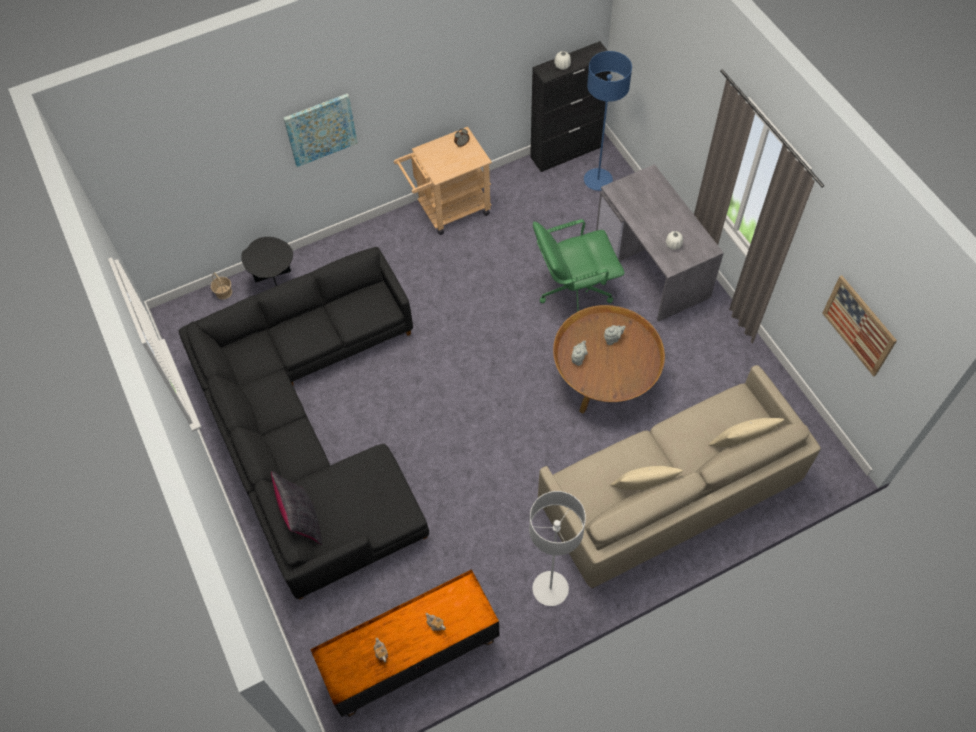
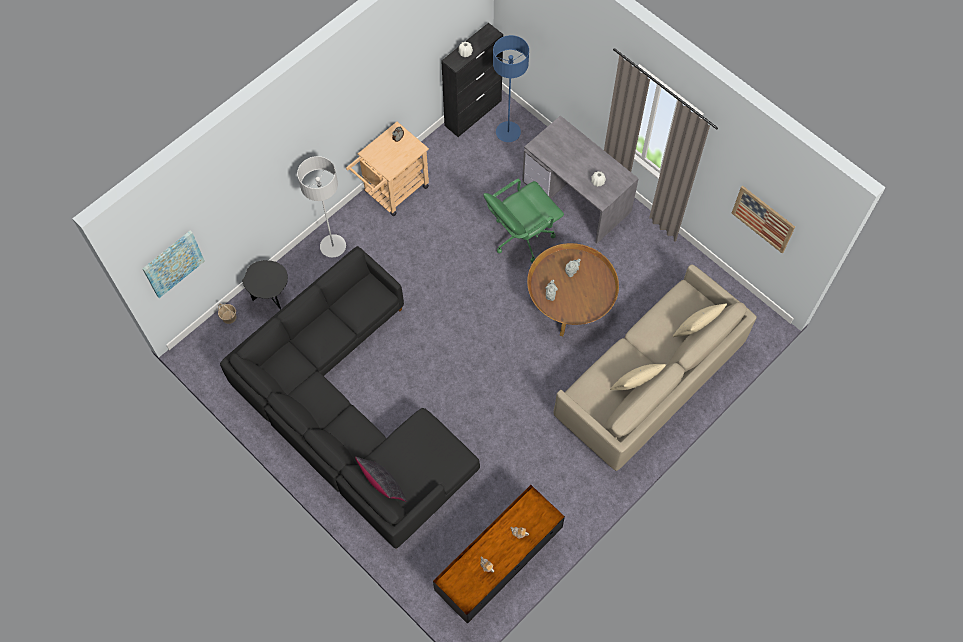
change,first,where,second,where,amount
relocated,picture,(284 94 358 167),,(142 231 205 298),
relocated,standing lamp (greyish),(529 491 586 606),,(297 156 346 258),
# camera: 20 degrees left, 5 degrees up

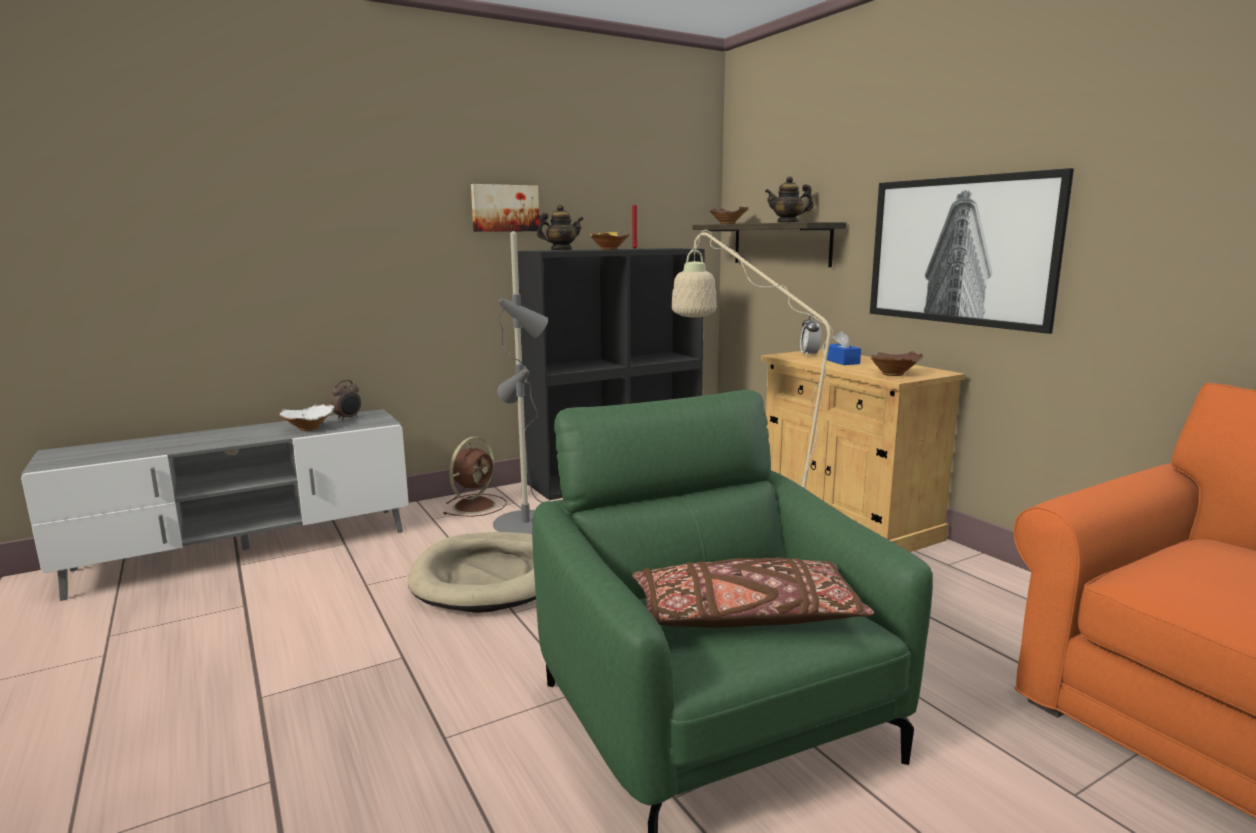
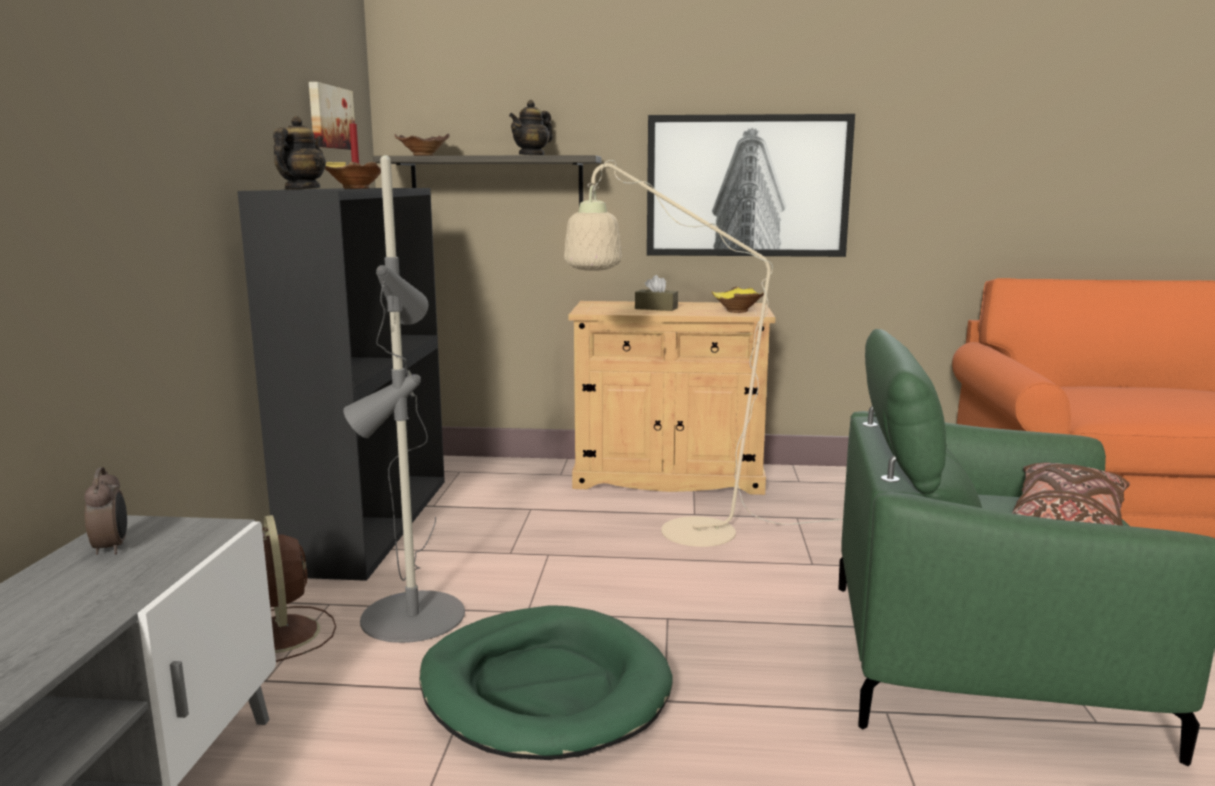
change,first,where,second,where,amount
missing,bowl (whitish),(278 404 334 431),,,
colour,pet bed (beige-coloured),(408 532 536 613),pet bed (green-coloured),(419 606 672 760),
relocated,picture,(471 184 539 232),,(309 82 355 150),
missing,bedside clock,(800 314 821 357),,,
colour,box of tissues (blue),(825 331 861 365),box of tissues (brown),(635 275 678 311),
colour,bowl (brown),(871 351 923 376),bowl (yellowish),(711 287 764 313),
# camera: 55 degrees left, 0 degrees up

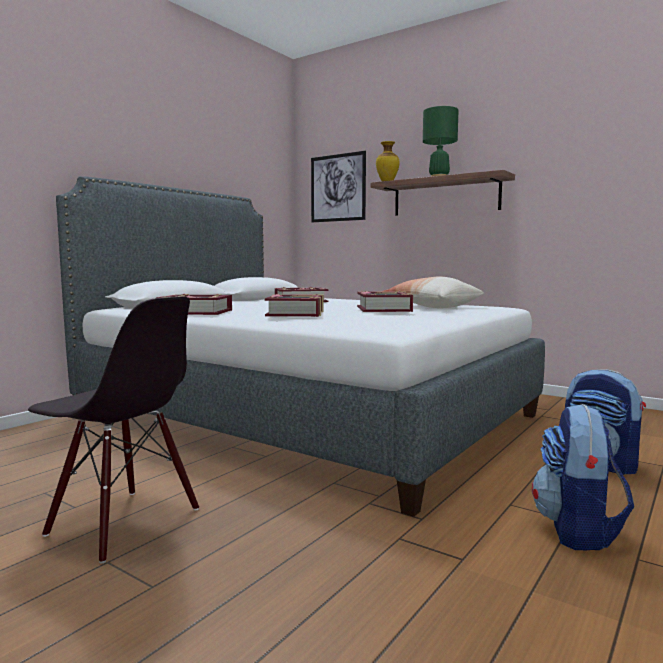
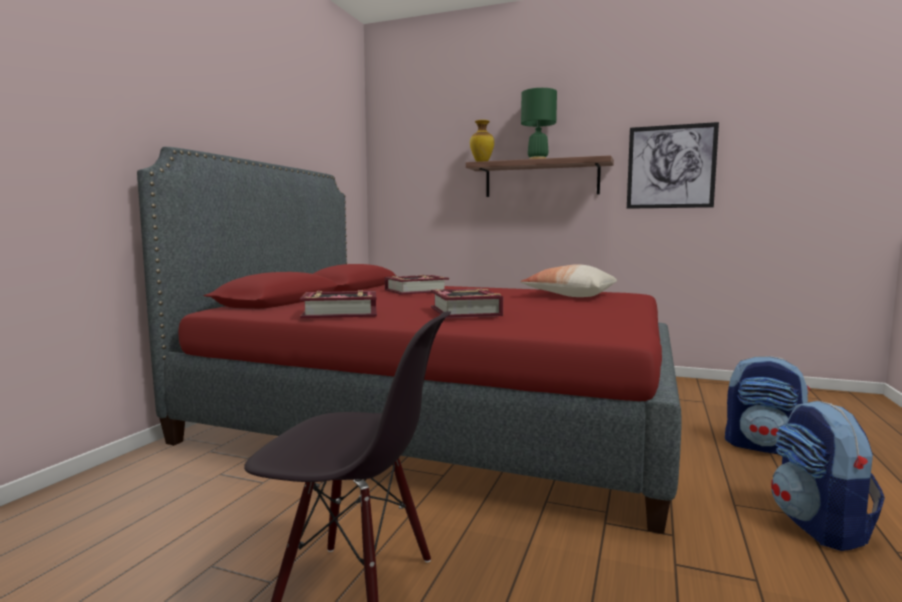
change,first,where,second,where,amount
colour,bed (whitish),(56 176 545 517),bed (reddish),(137 147 682 534),
relocated,picture,(311 151 366 222),,(627 122 719 209),
missing,volume,(357 291 413 312),,,
# camera: 15 degrees left, 0 degrees up

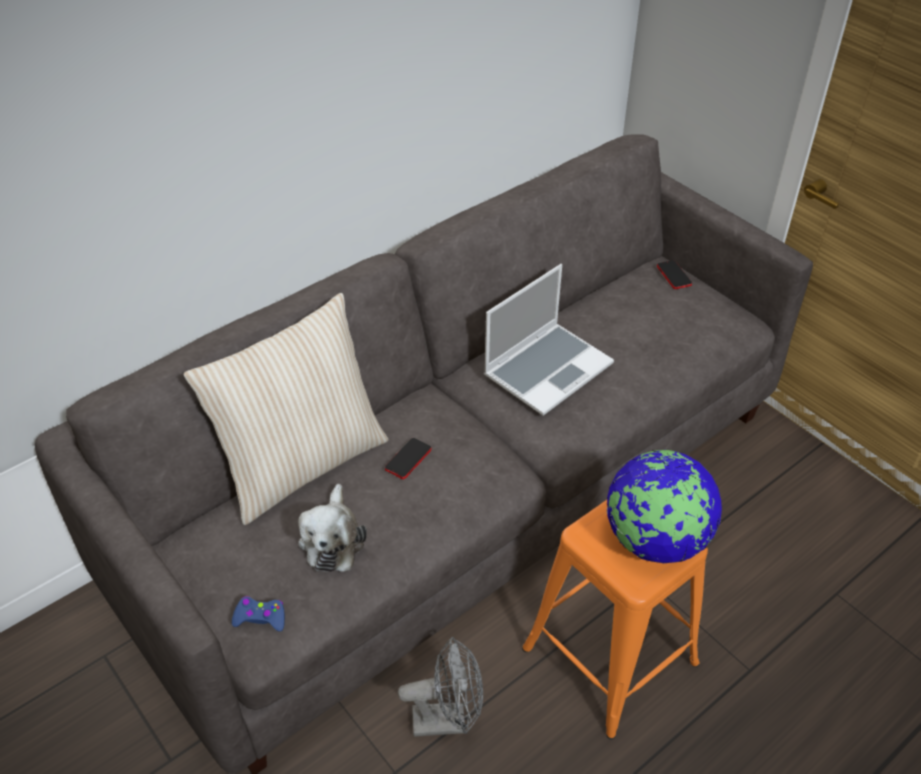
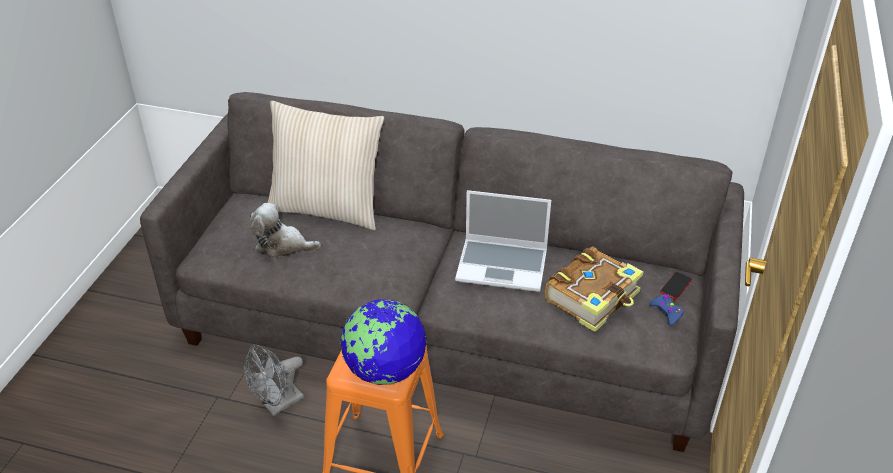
change,first,where,second,where,amount
relocated,joypad (blue),(232 596 285 631),,(650 294 684 325),
spun,cuddly toy,(298 484 367 572),,(250 203 321 258),45 degrees clockwise
missing,phone,(385 438 431 479),,,
spun,fan (greyish),(398 637 483 737),,(244 345 304 416),90 degrees clockwise
appeared,,,volume,(545 247 643 332),
# camera: 55 degrees right, 5 degrees down

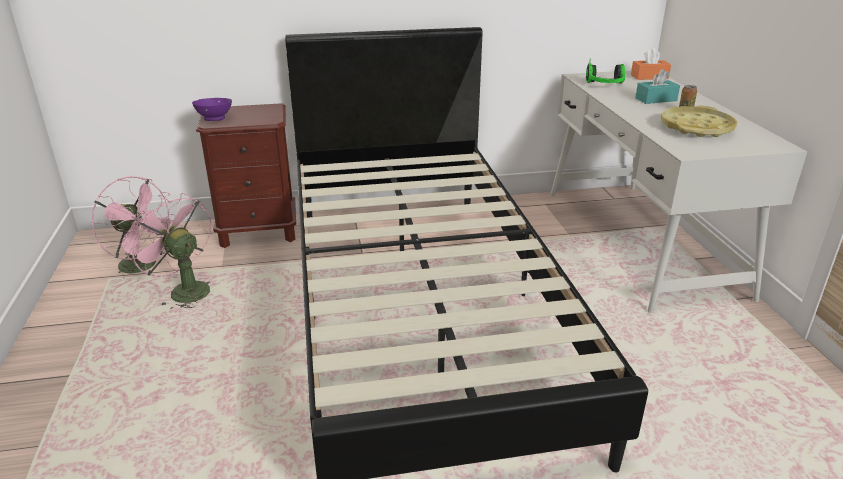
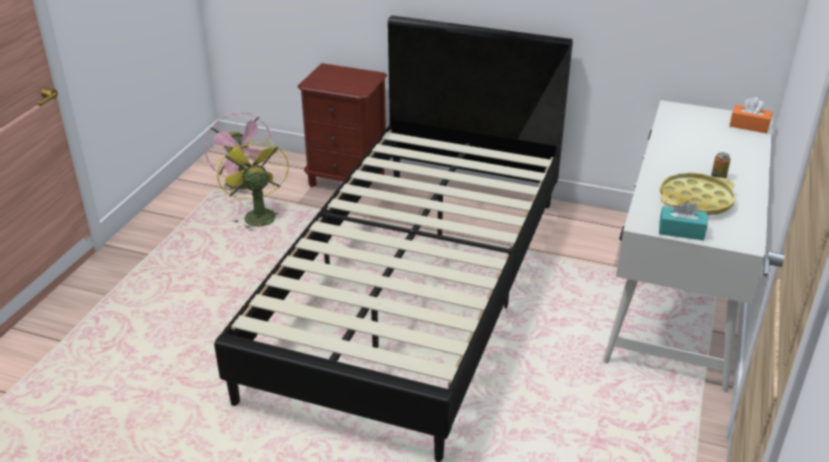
change,first,where,second,where,amount
colour,fan (pink-coloured),(124 193 211 309),fan (yellowish),(216 136 289 231),
missing,bowl (purple-coloured),(192 98 232 121),,,
missing,headset,(586 59 625 84),,,
relocated,box of tissues (turquoise-coloured),(635 69 680 104),,(659 200 707 240),
# camera: 30 degrees right, 5 degrees up

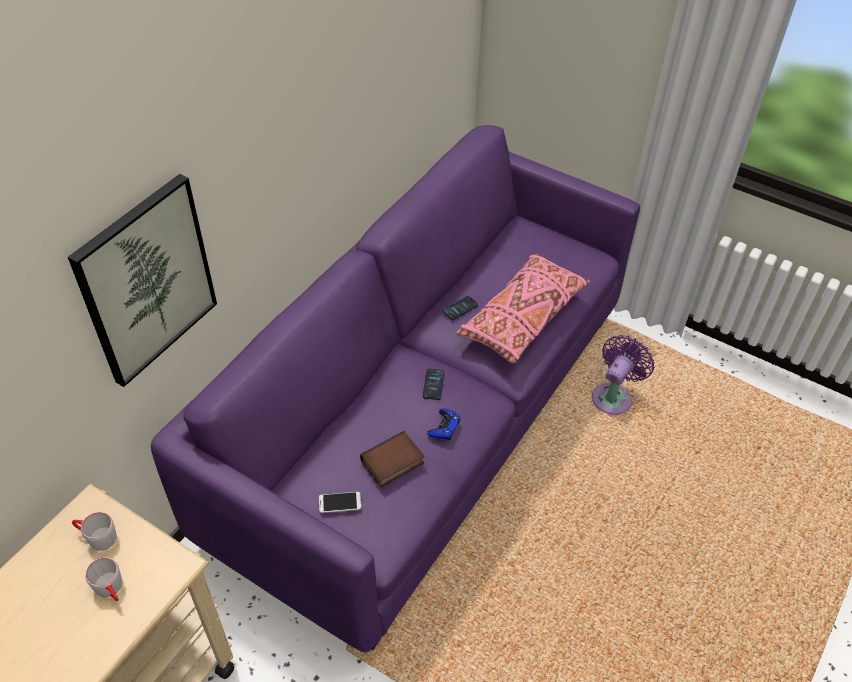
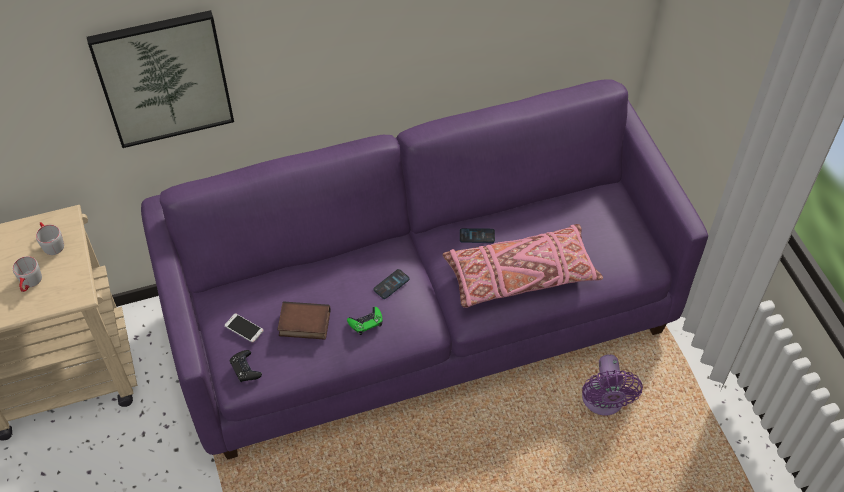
change,first,where,second,where,amount
colour,joypad (blue),(427 408 461 440),joypad (green-coloured),(347 307 382 335),
spun,fan (purple-coloured),(592 335 654 415),,(582 354 643 415),105 degrees clockwise
appeared,,,joypad (blackish),(230 350 262 382),
# camera: 40 degrees right, 5 degrees up

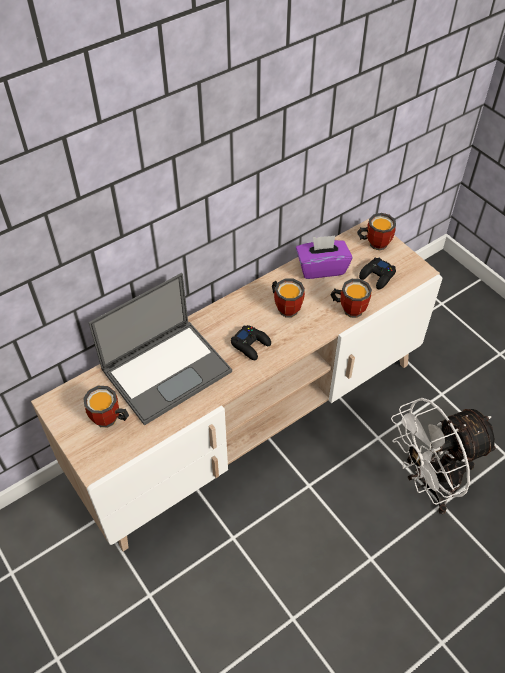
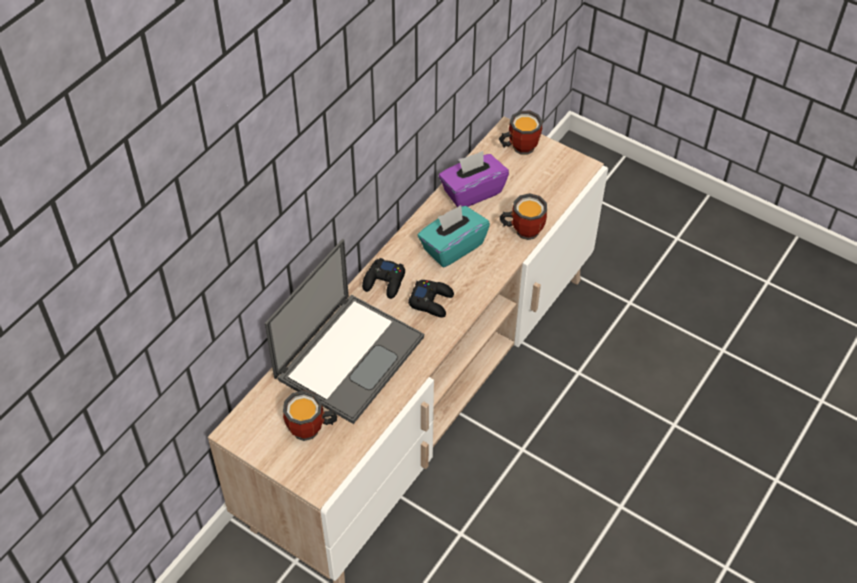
change,first,where,second,where,amount
exchanged,tea mug,(272 278 305 318),box of tissues (turquoise-coloured),(418 205 490 268),
relocated,joypad (blackish),(359 258 396 290),,(362 258 405 299),
missing,fan (whitish),(391 398 499 514),,,
# camera: 20 degrees left, 0 degrees up

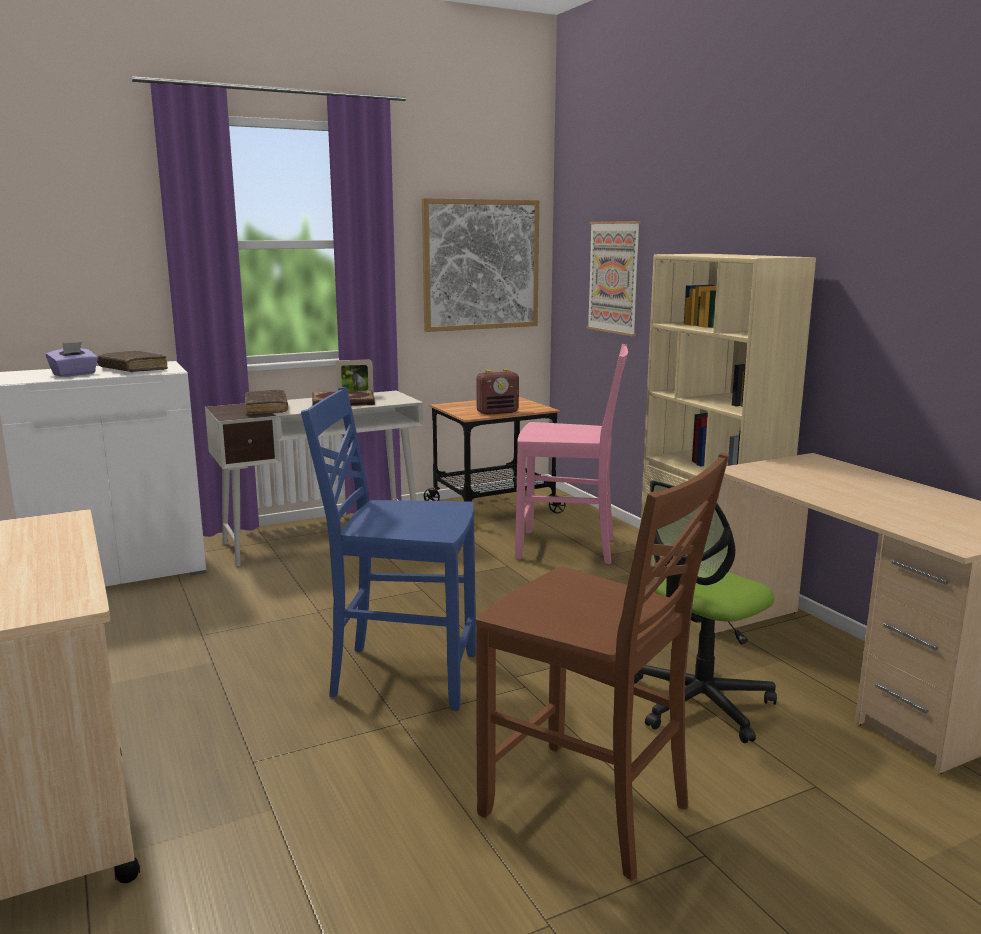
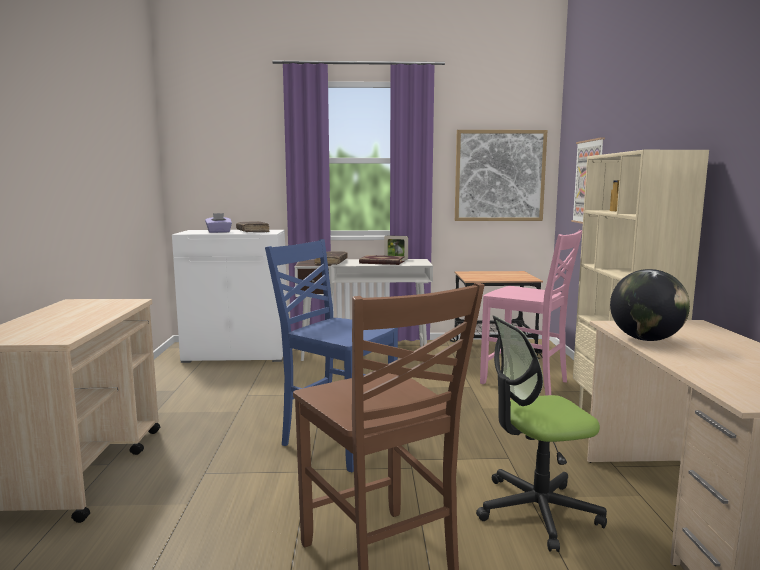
change,first,where,second,where,amount
missing,radio receiver,(476 369 519 415),,,
appeared,,,globe,(610 269 690 341),
# camera: 25 degrees right, 5 degrees down

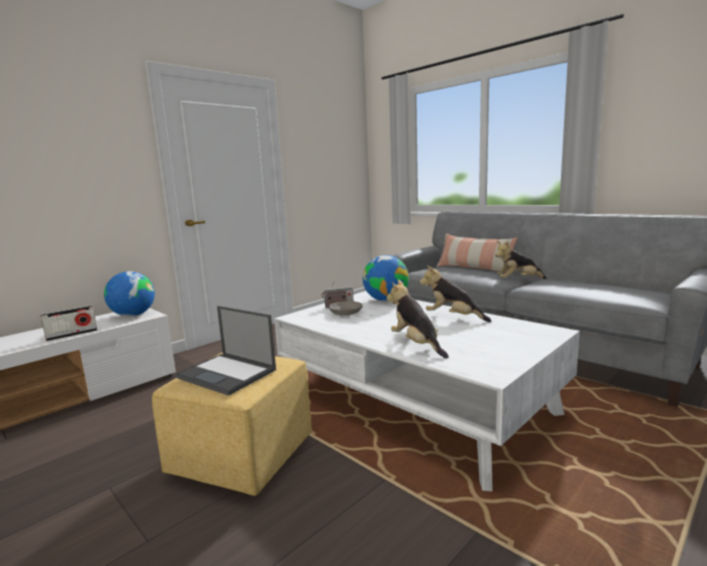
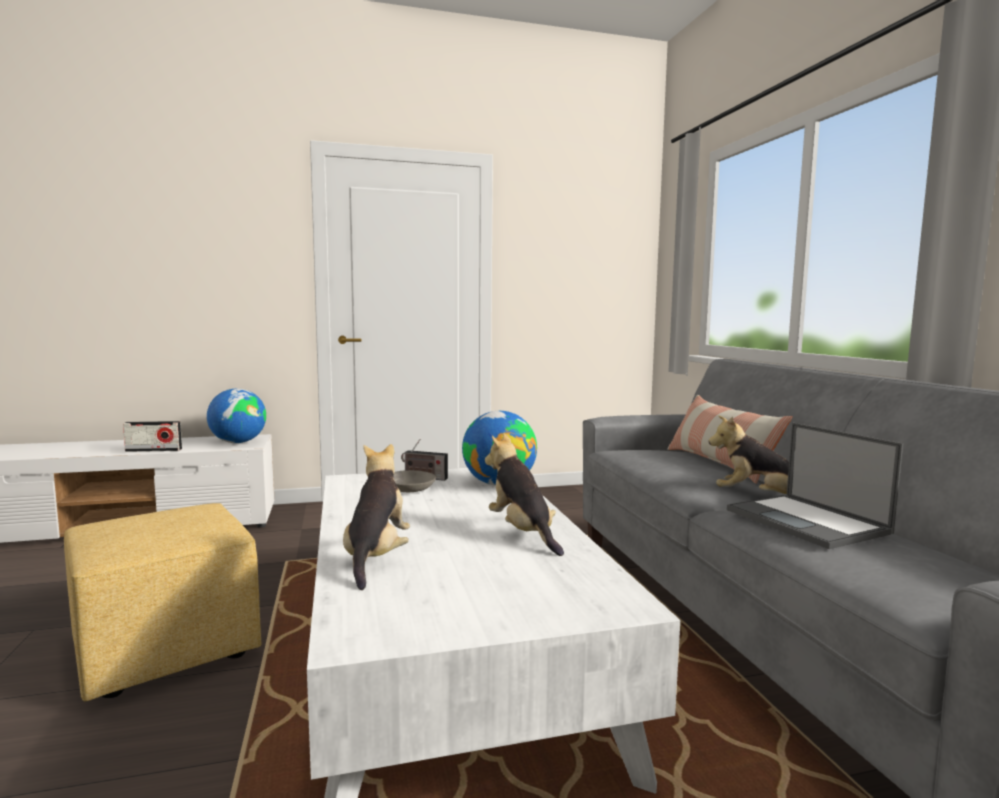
change,first,where,second,where,amount
relocated,portable computer,(175 306 276 396),,(727 423 903 549),
# camera: 30 degrees right, 5 degrees down

